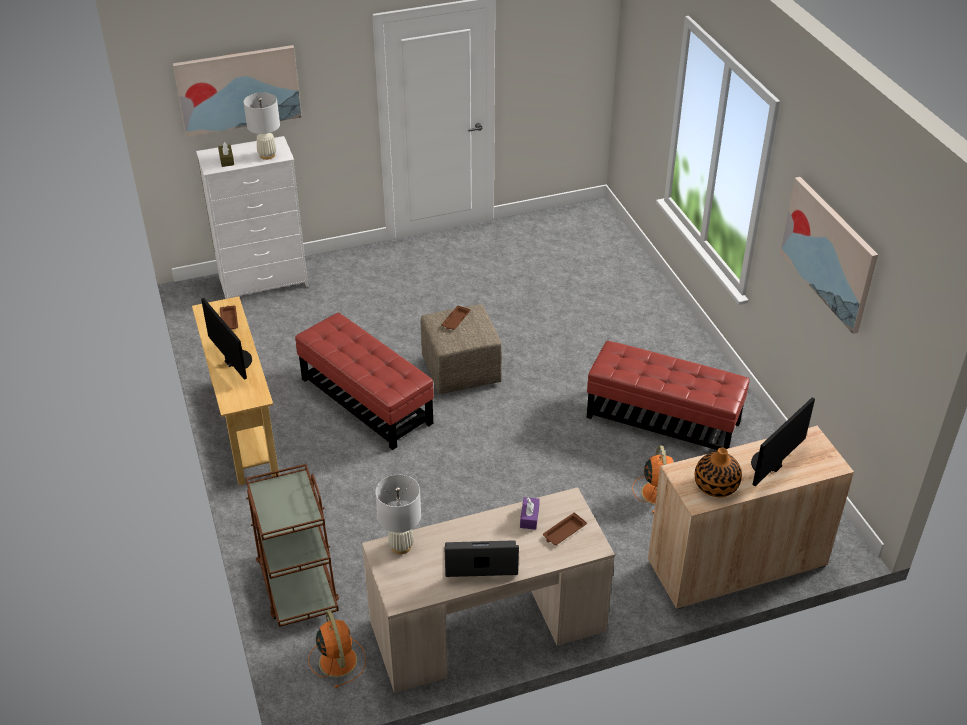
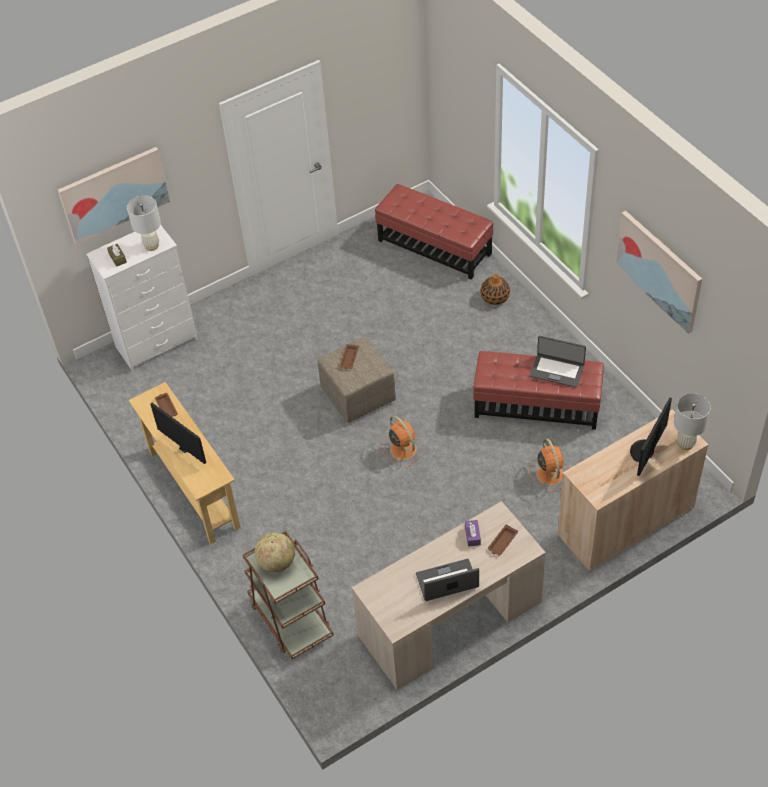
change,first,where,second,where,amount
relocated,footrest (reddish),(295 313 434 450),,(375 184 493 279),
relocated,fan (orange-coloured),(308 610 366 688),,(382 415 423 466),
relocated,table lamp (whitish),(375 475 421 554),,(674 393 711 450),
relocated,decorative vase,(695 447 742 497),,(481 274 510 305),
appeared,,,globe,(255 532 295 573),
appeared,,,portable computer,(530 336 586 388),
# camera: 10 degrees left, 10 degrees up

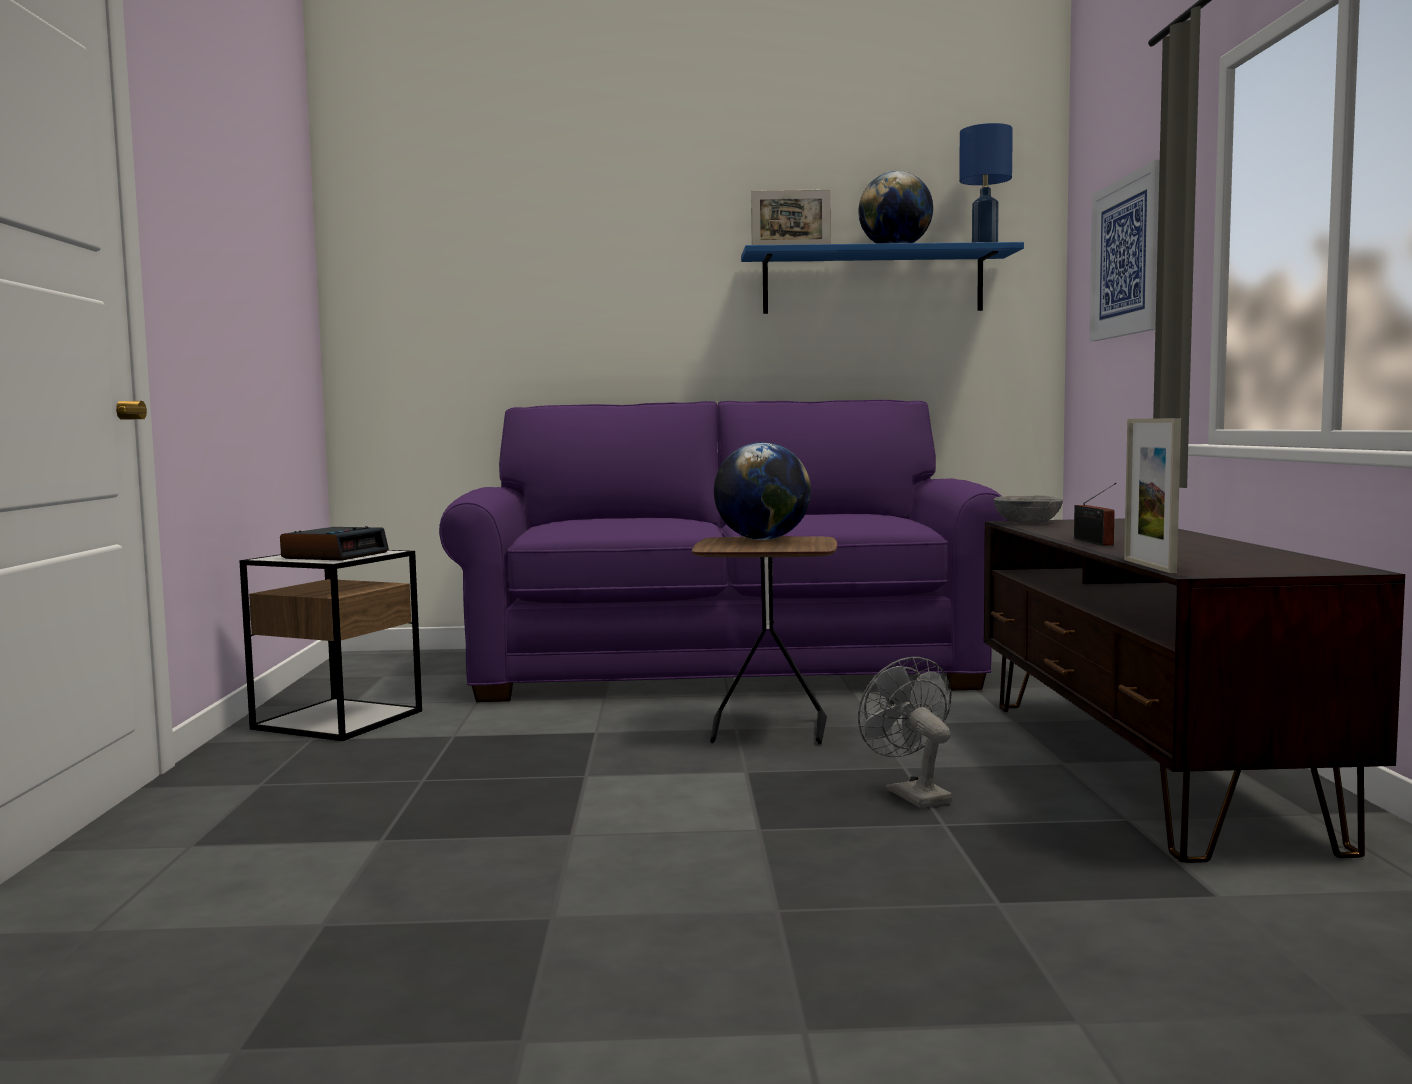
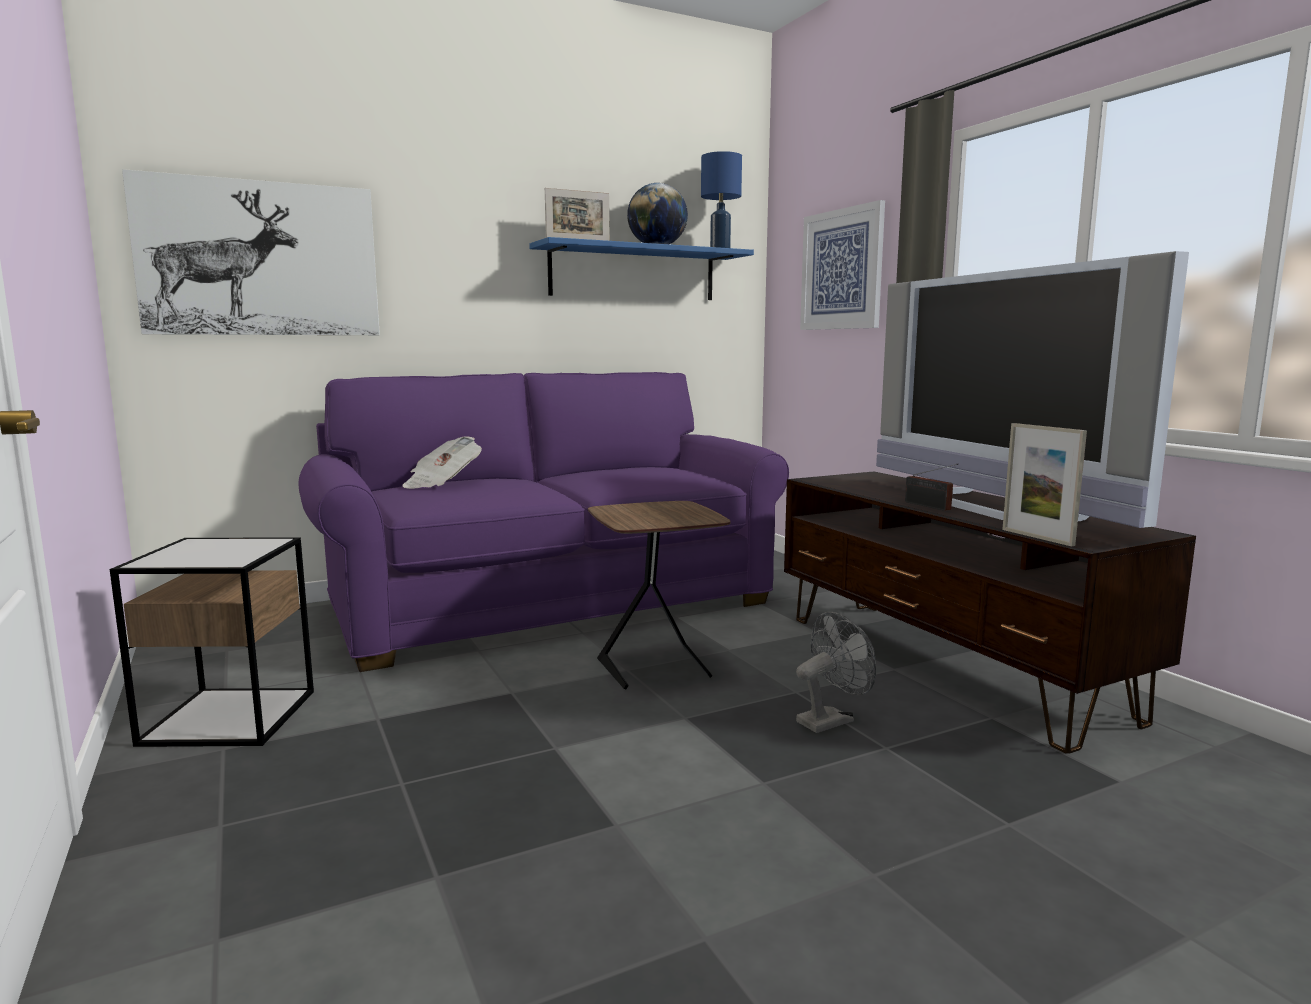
change,first,where,second,where,amount
missing,bedside clock,(280 526 389 561),,,
missing,globe,(714 442 811 540),,,
spun,fan (greyish),(858 657 952 808),,(796 612 876 733),105 degrees clockwise
missing,bowl (greyish),(994 495 1063 523),,,
appeared,,,picture,(122 169 380 335),
appeared,,,daily paper,(402 436 482 489),
appeared,,,TV,(876 251 1189 528),
# camera: 25 degrees left, 5 degrees up

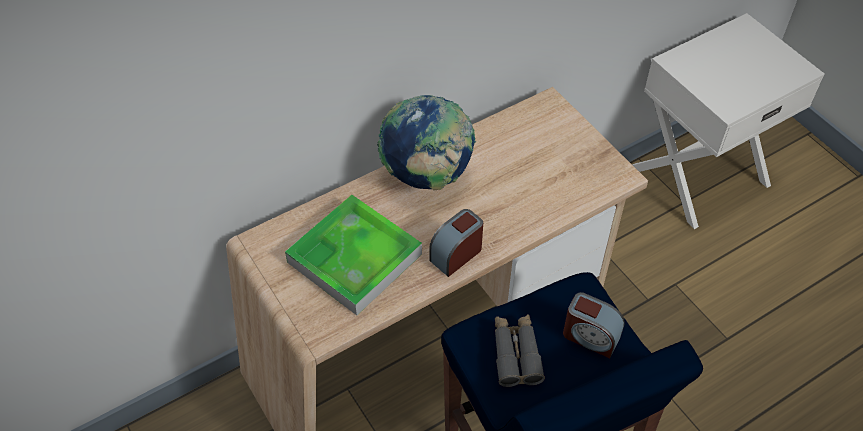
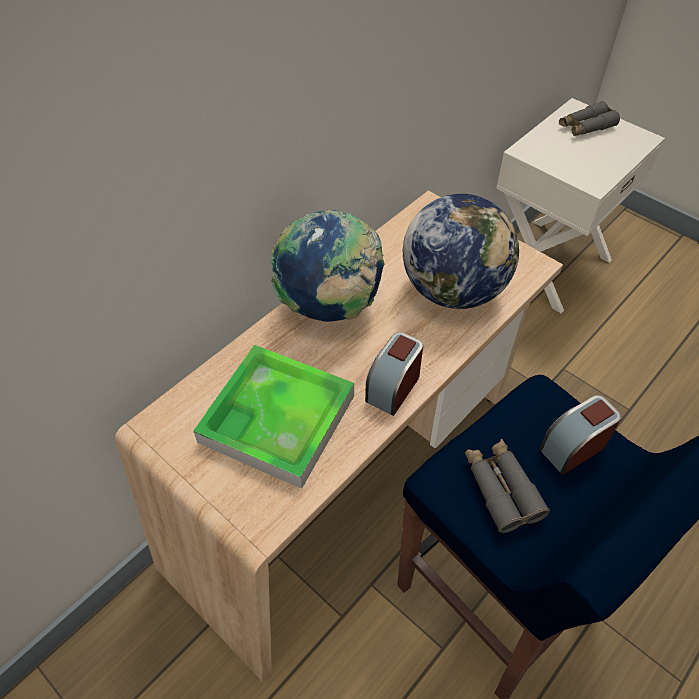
change,first,where,second,where,amount
spun,bedside clock,(563 292 625 358),,(540 395 621 475),135 degrees clockwise
appeared,,,globe,(403 194 519 309),
appeared,,,binoculars (greyish),(559 101 620 136),
# camera: 15 degrees left, 0 degrees up

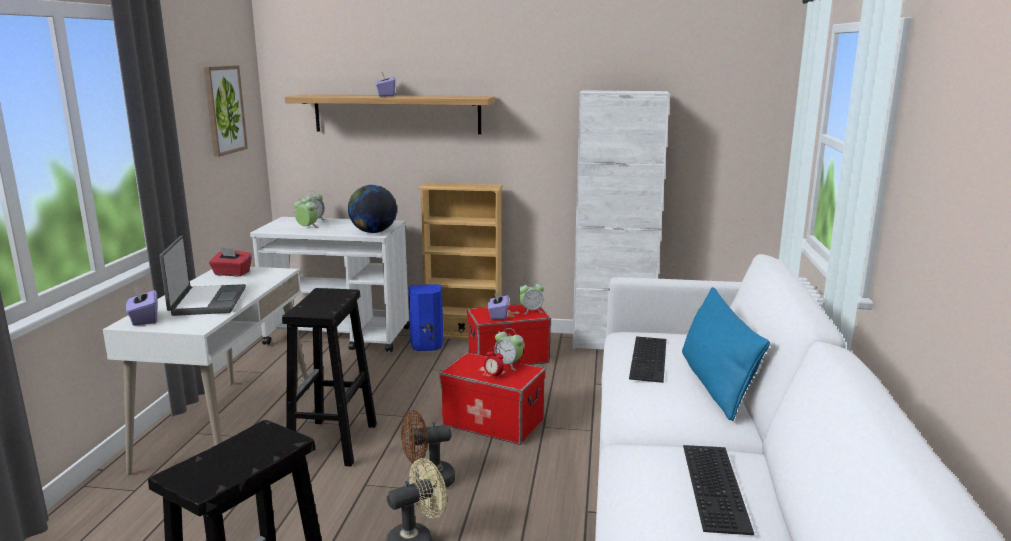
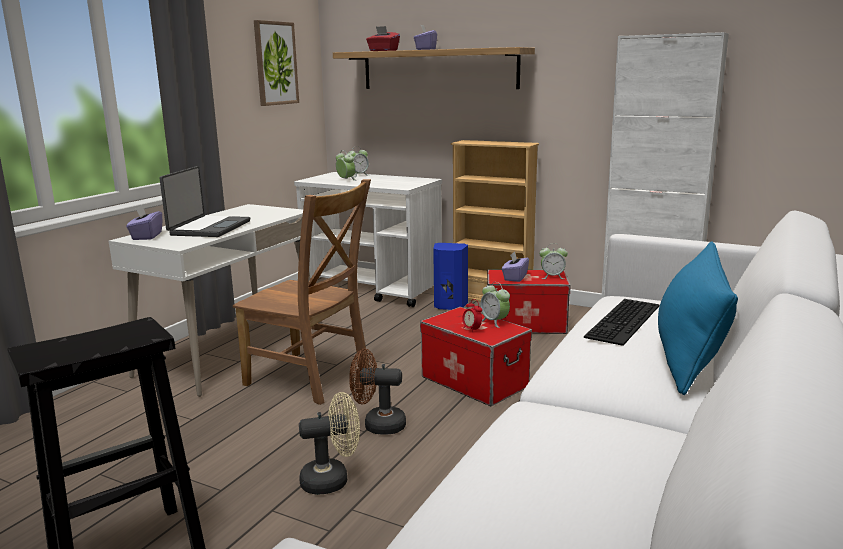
change,first,where,second,where,amount
relocated,box of tissues (reddish),(209 247 252 276),,(366 26 400 51),
exchanged,sitting stool (blackish),(282 288 377 467),plain chair (brown),(233 179 371 405),
missing,globe,(348 185 397 233),,,
missing,keyboard,(683 445 754 535),,,
# camera: 20 degrees right, 0 degrees up

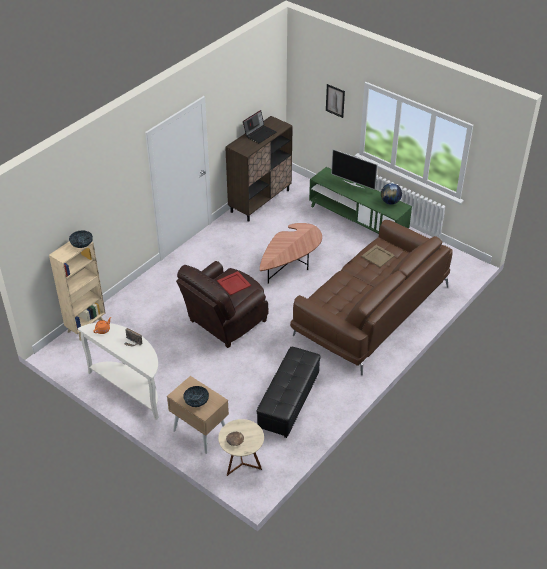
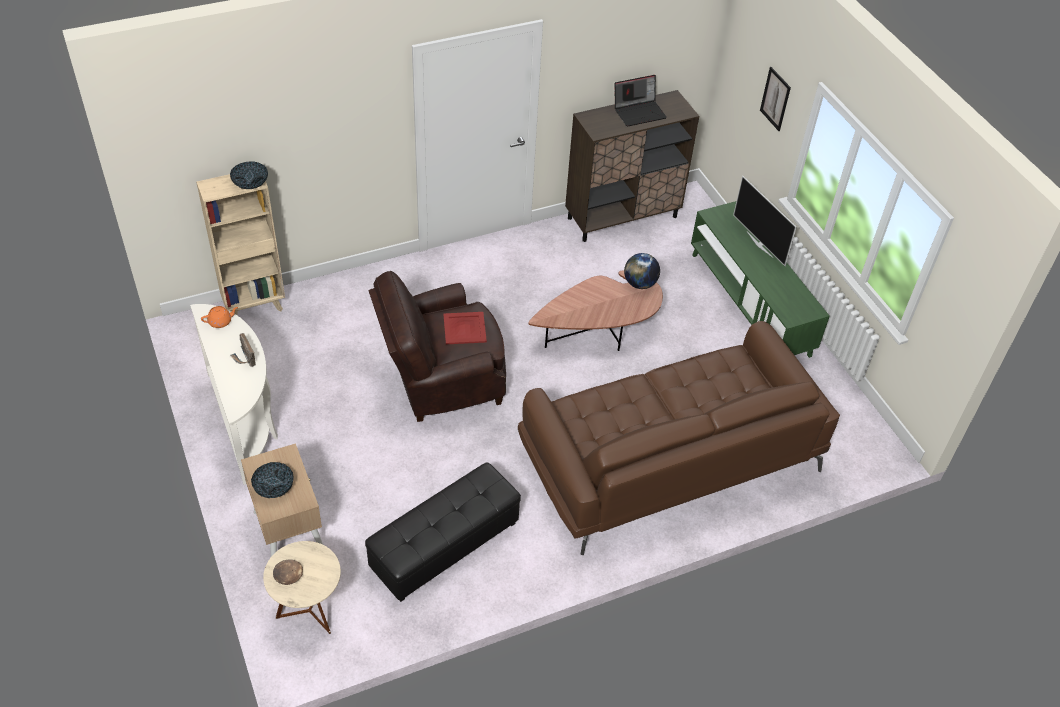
change,first,where,second,where,amount
missing,carrying tray (beige-coloured),(361 245 395 267),,,
relocated,globe,(381 183 402 205),,(624 253 660 289),
# camera: 25 degrees right, 5 degrees up

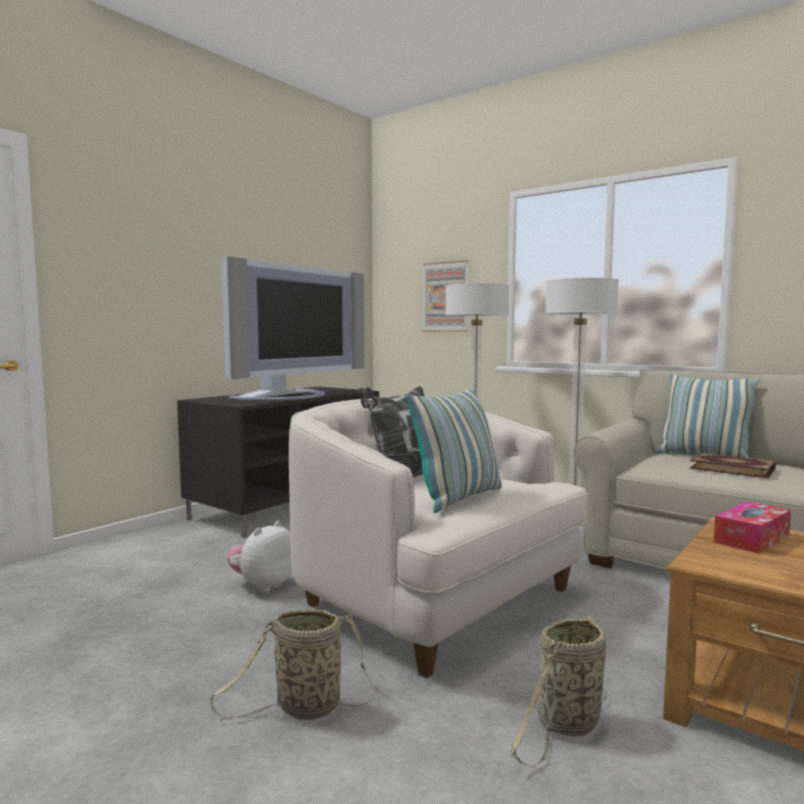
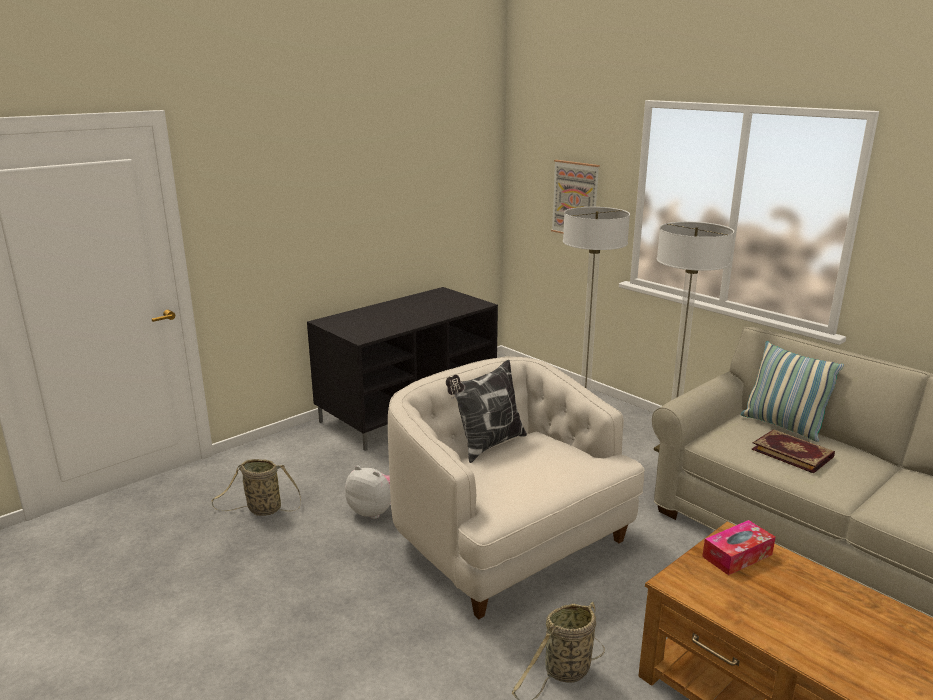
change,first,where,second,where,amount
relocated,storage basket,(209 609 375 720),,(212 459 301 516),
missing,TV,(221 257 365 400),,,
spun,cuddly toy,(227 521 292 593),,(345 465 391 519),75 degrees clockwise
missing,pillow,(406 388 502 513),,,
# camera: 10 degrees right, 15 degrees up

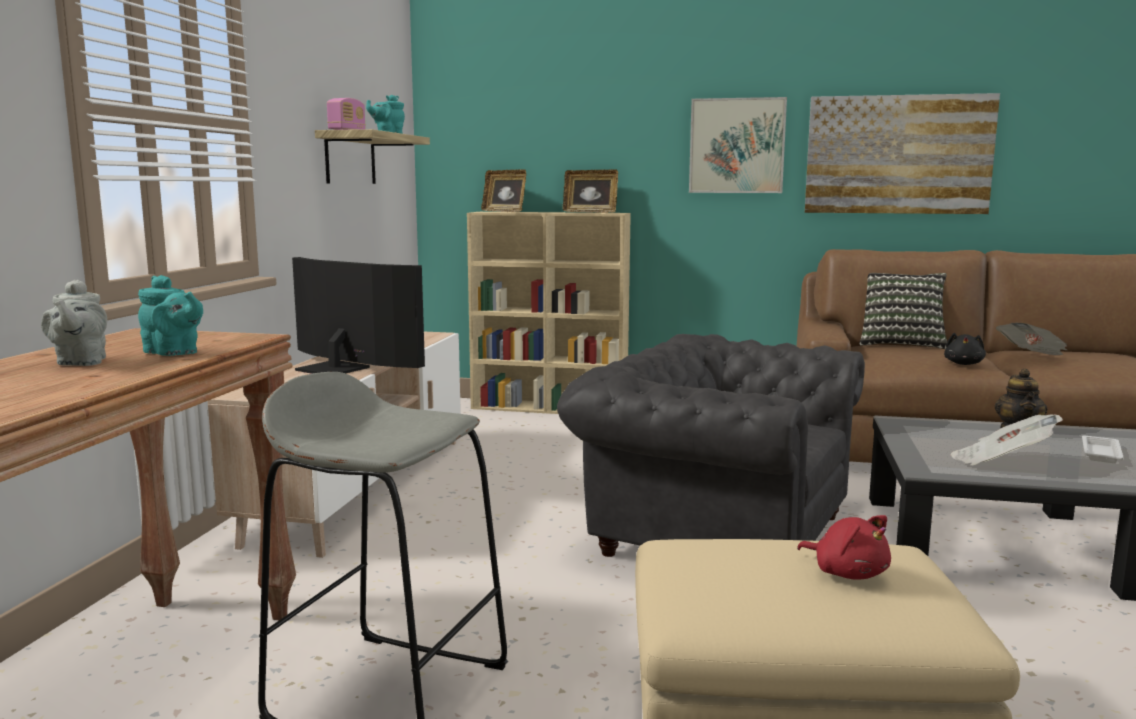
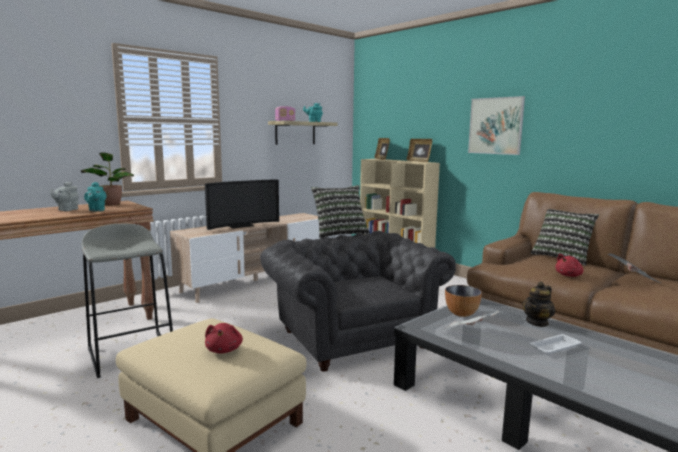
change,first,where,second,where,amount
spun,TV,(292 257 425 374),,(205 180 279 230),75 degrees clockwise
missing,picture,(805 93 1000 214),,,
colour,cuddly toy (blackish),(944 333 986 365),cuddly toy (reddish),(555 254 584 277),
appeared,,,plant in a pot,(81 152 134 206),
appeared,,,pillow,(311 185 370 239),
appeared,,,bowl,(445 285 482 317),
# camera: 35 degrees right, 0 degrees up

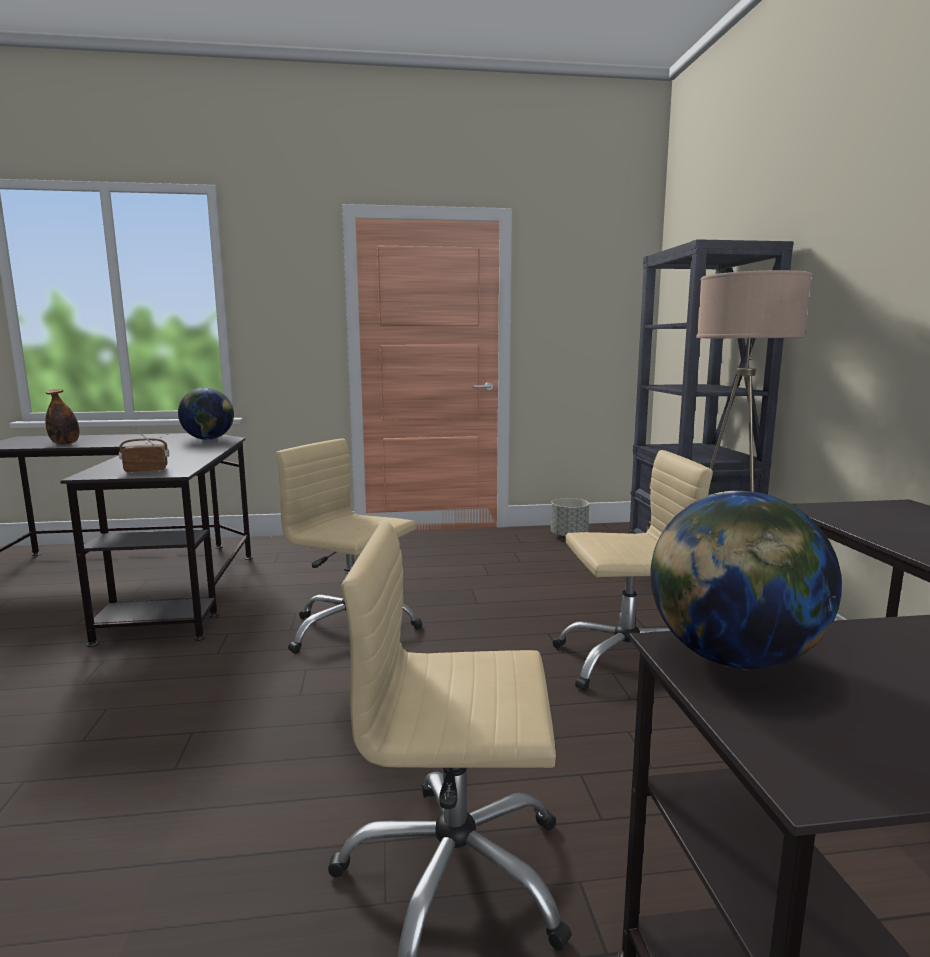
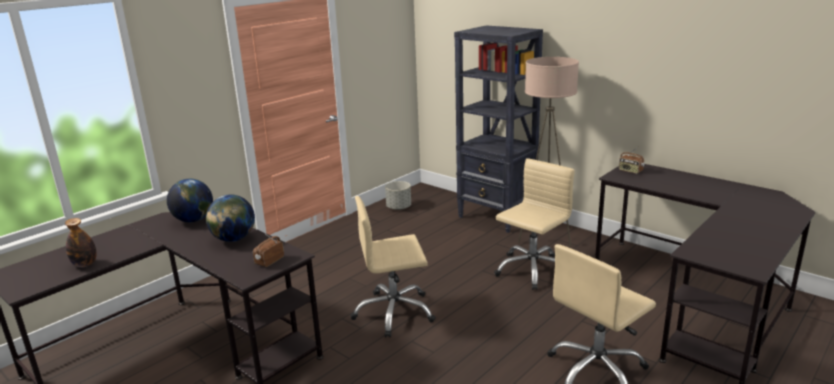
change,first,where,second,where,amount
relocated,globe,(650 491 842 669),,(206 194 255 242),
appeared,,,radio receiver,(619 146 645 174),
# camera: 40 degrees left, 10 degrees up

